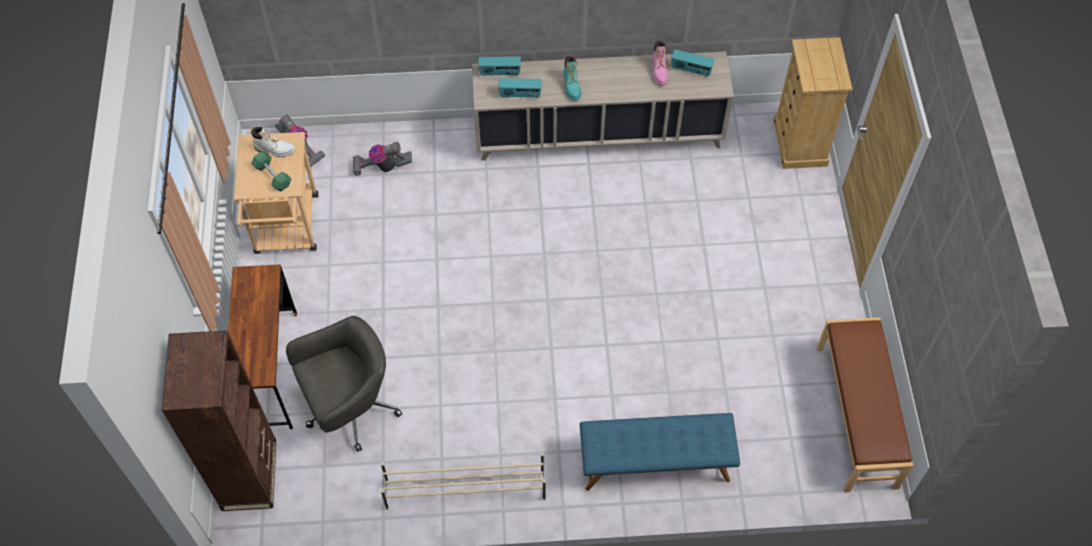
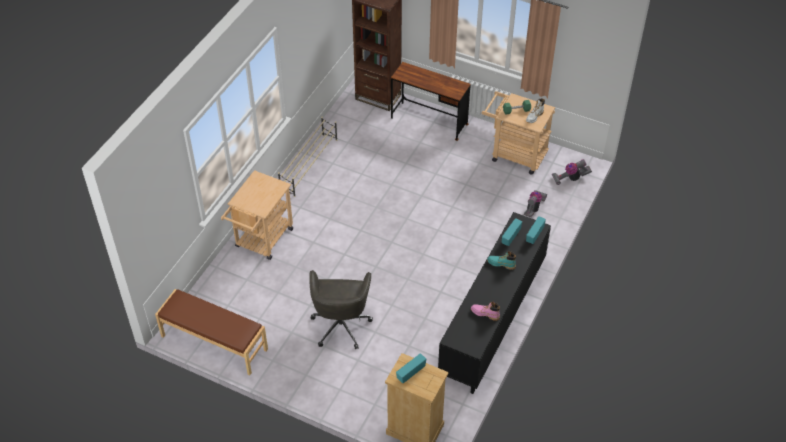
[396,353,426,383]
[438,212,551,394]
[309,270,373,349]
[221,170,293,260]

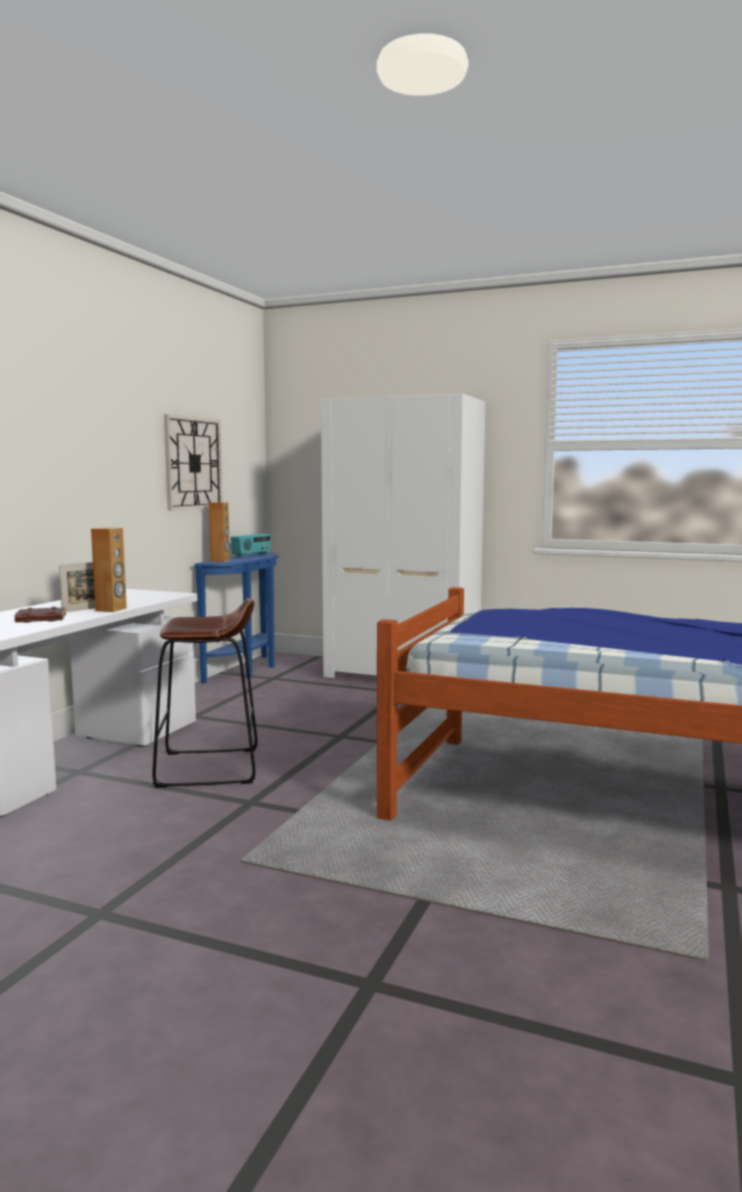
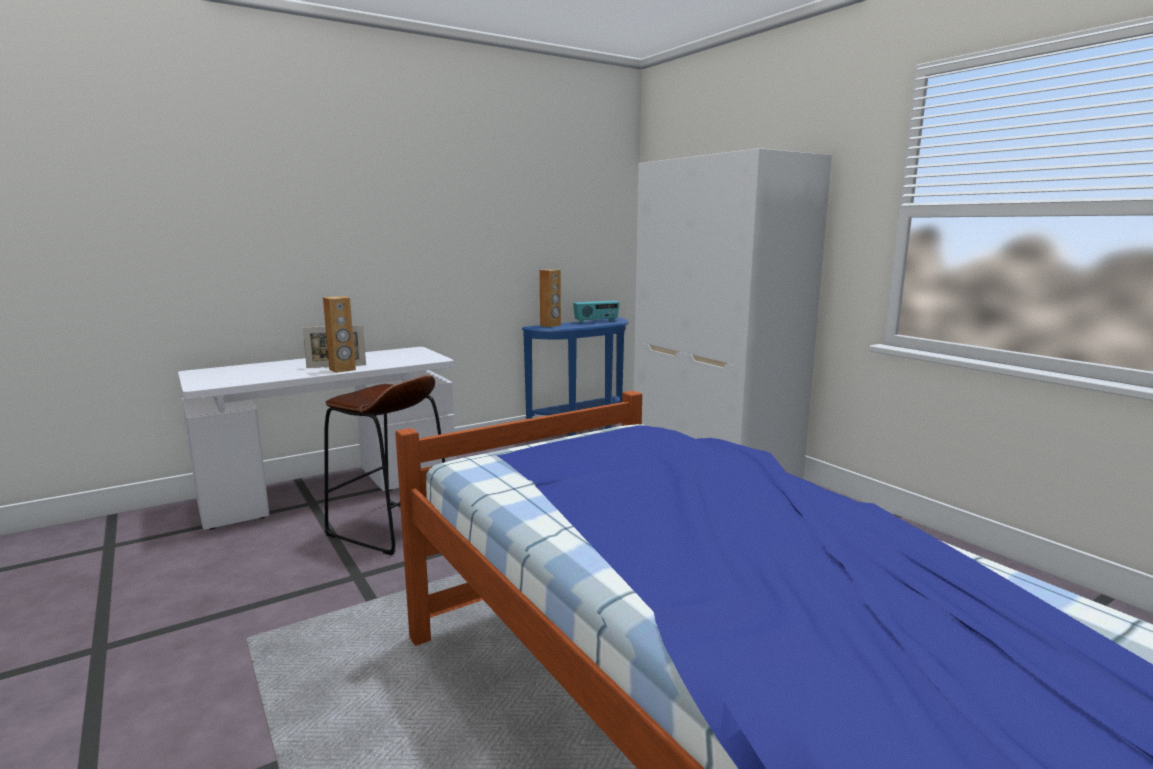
[164,414,223,511] (first image)
[15,607,66,623] (first image)

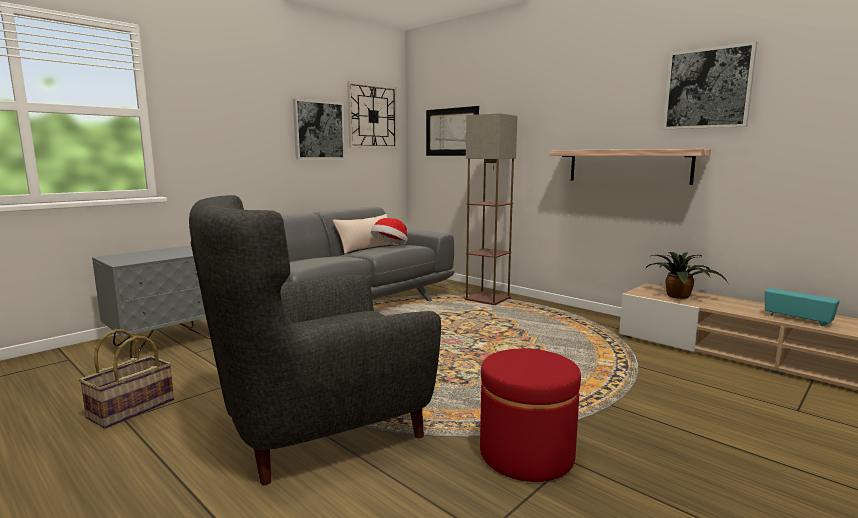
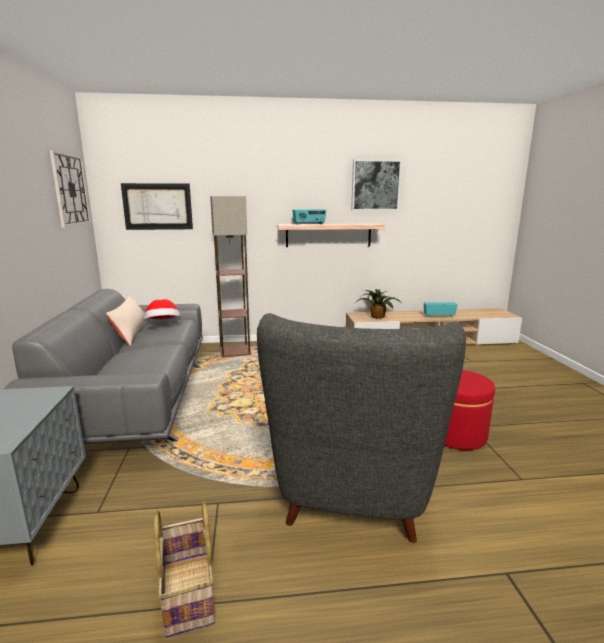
[293,99,345,159] (first image)
[292,209,326,225]

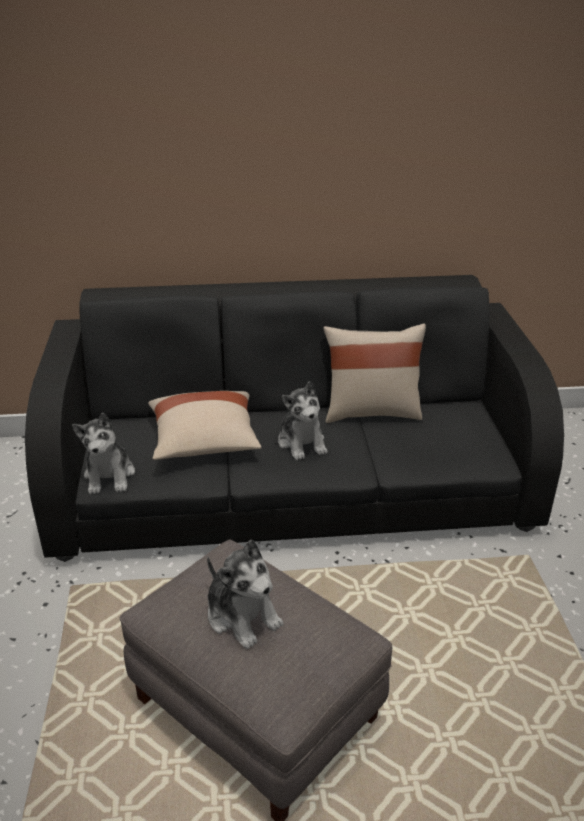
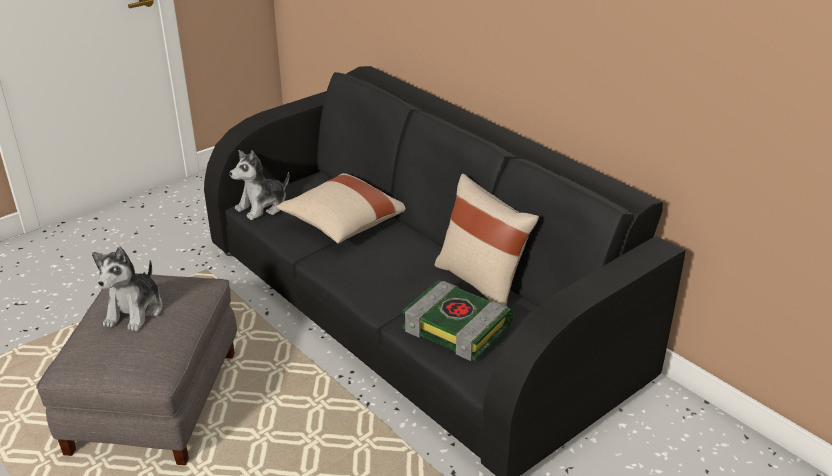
[278,381,327,460] (first image)
[403,280,514,361]

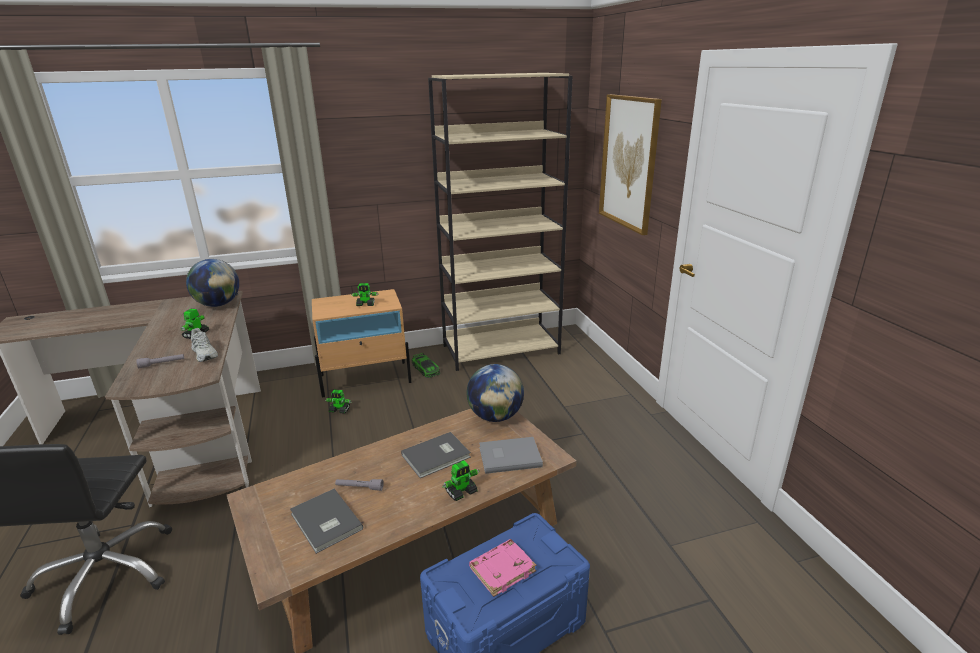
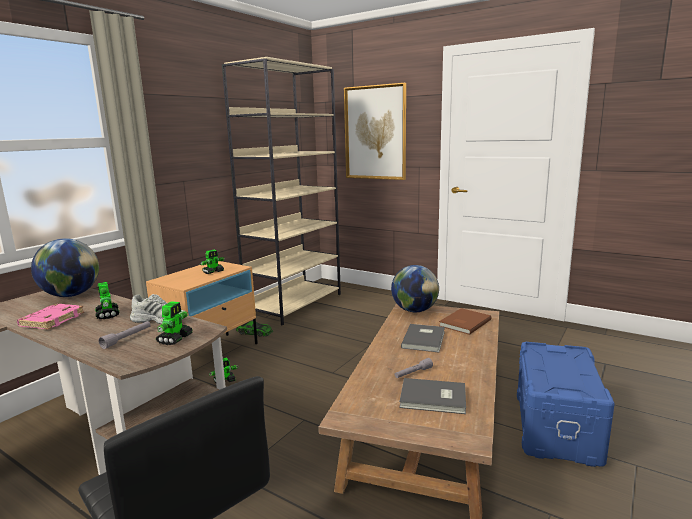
[439,308,491,335]
[156,301,193,345]
[17,304,84,329]

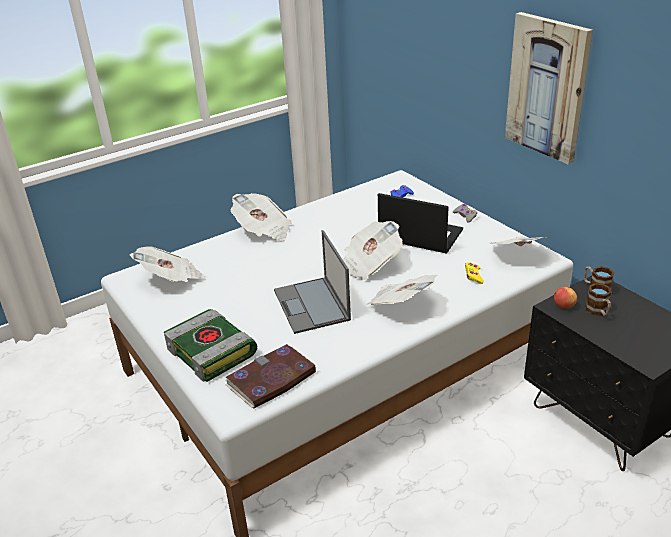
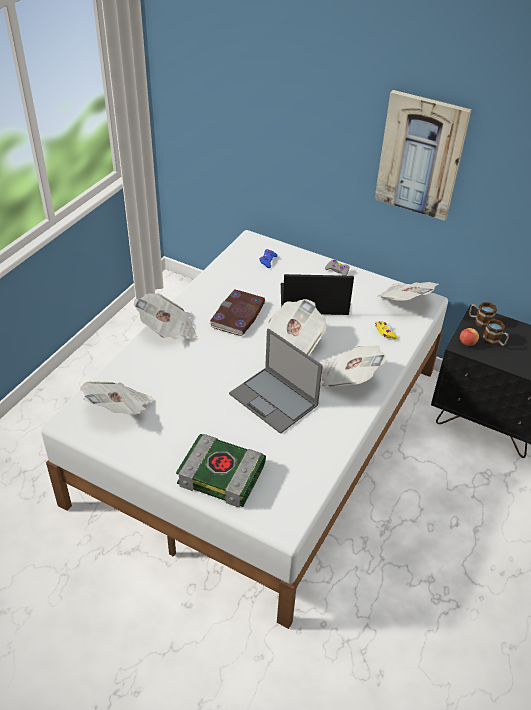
[209,289,265,336]

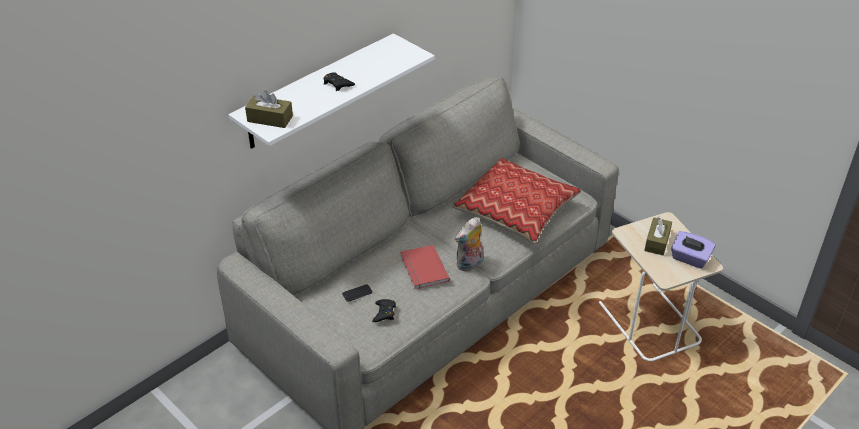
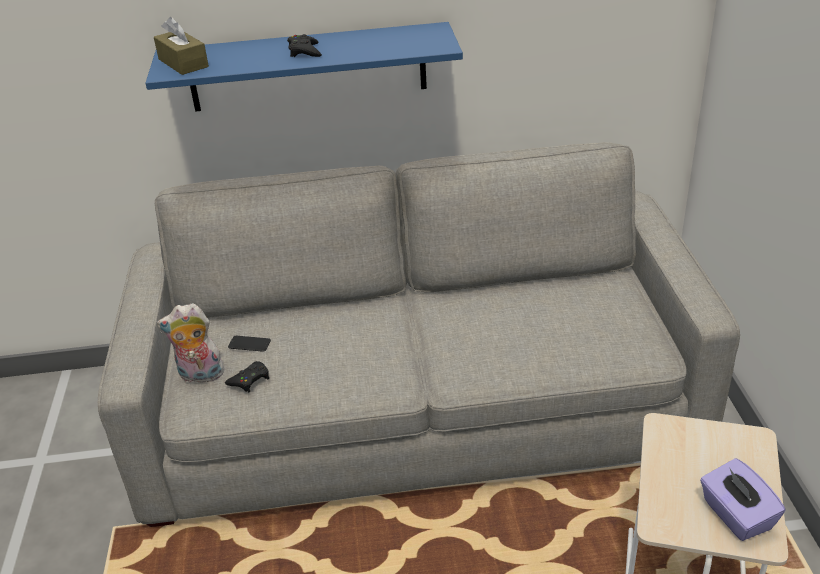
[145,22,463,112]
[452,158,582,244] (first image)
[157,303,226,383]
[644,217,672,255] (first image)
[400,245,450,289] (first image)

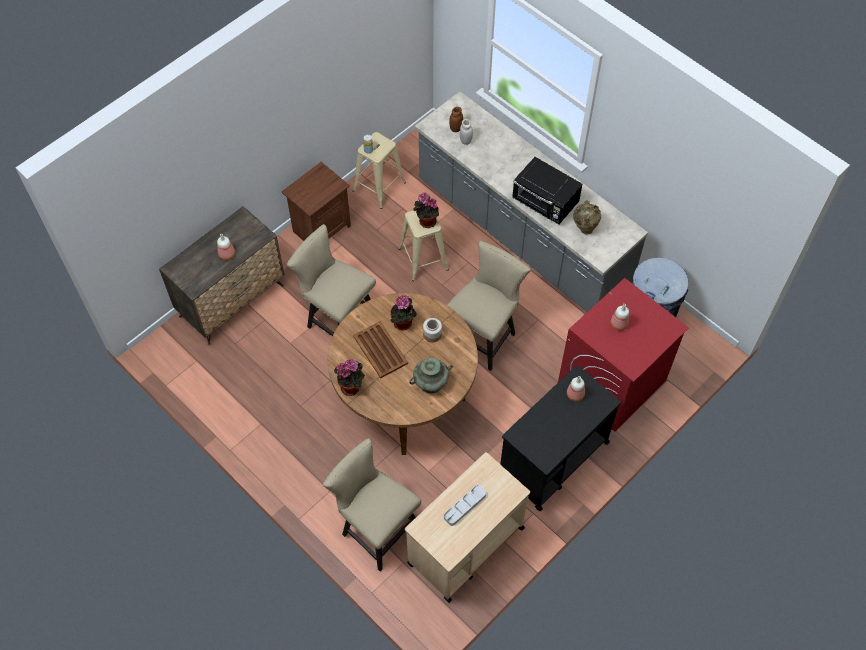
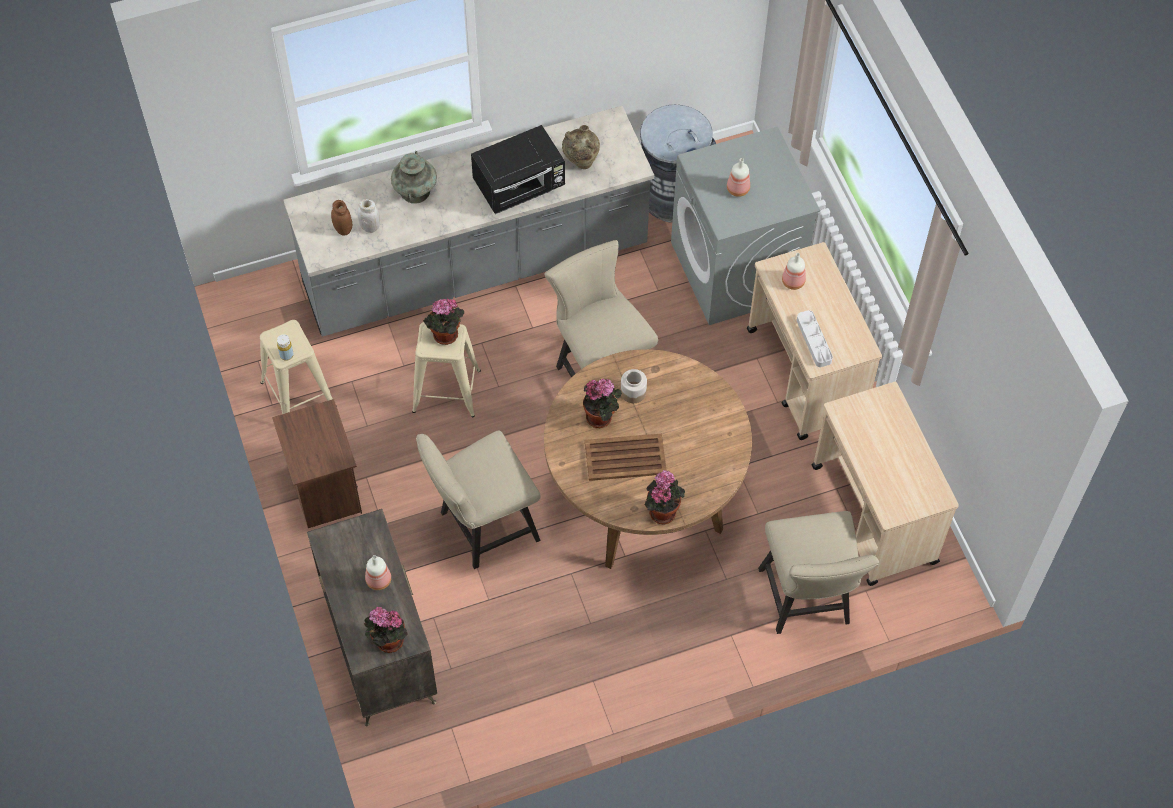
[671,127,820,325]
[391,151,437,204]
[747,242,882,440]
[758,511,879,634]
[797,310,833,367]
[364,607,408,653]

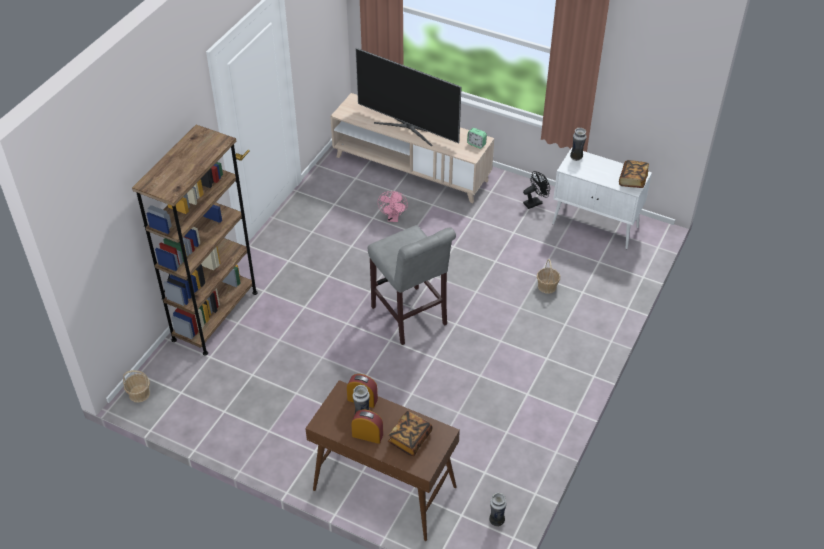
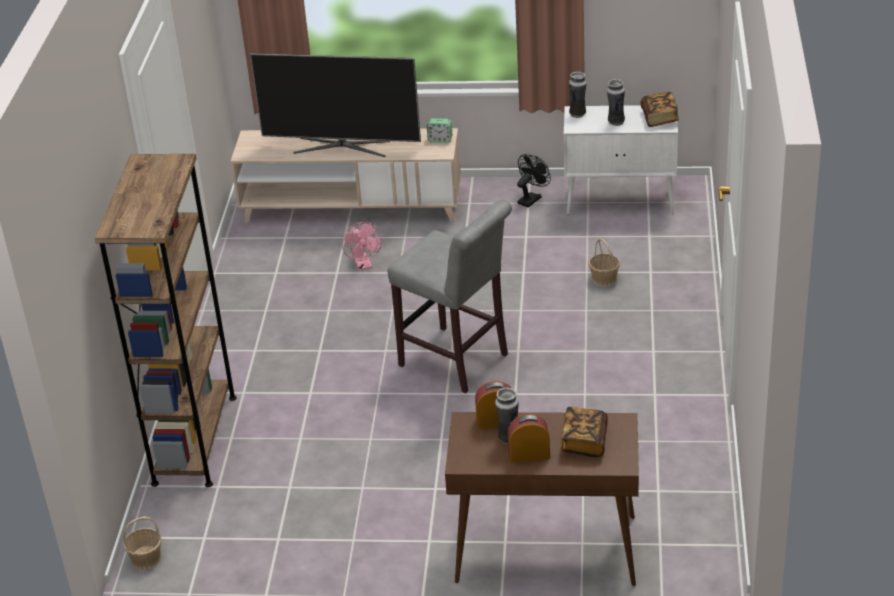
[607,79,625,126]

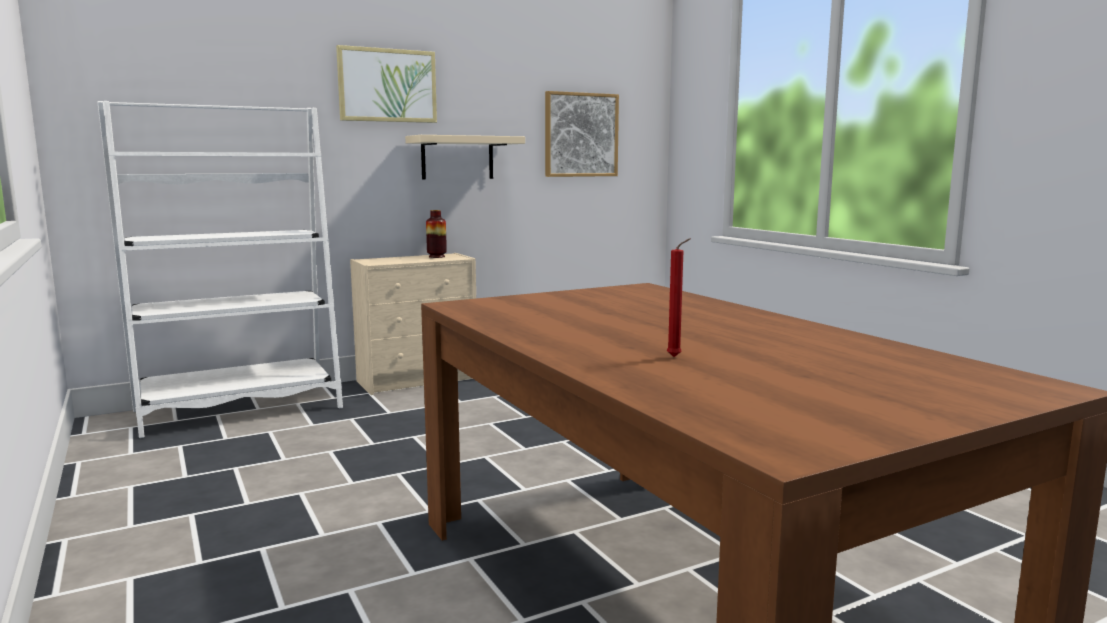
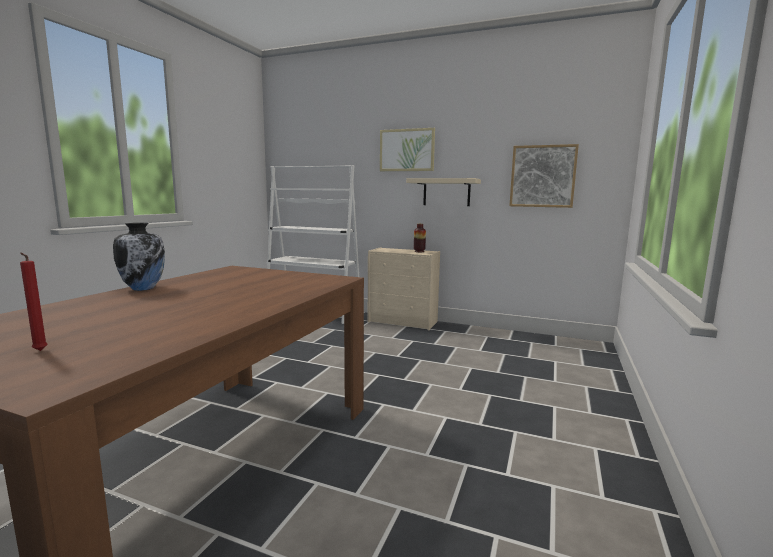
[20,252,48,351]
[113,223,165,291]

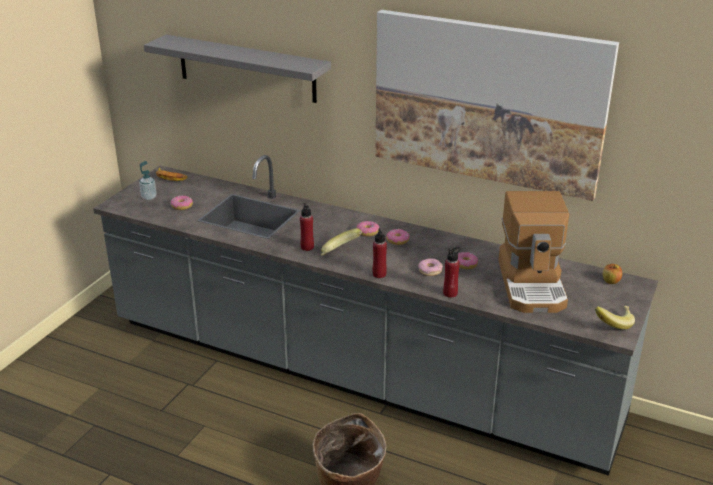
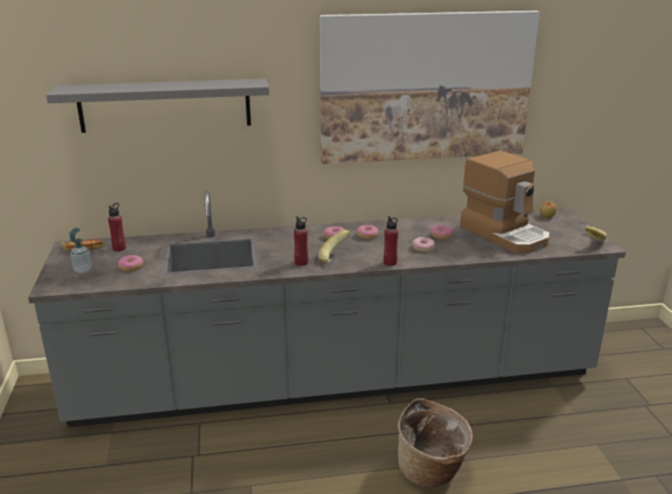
[108,203,126,252]

